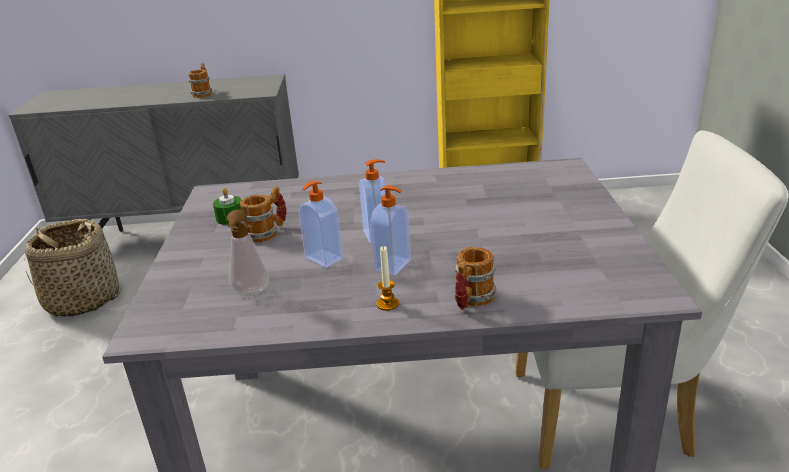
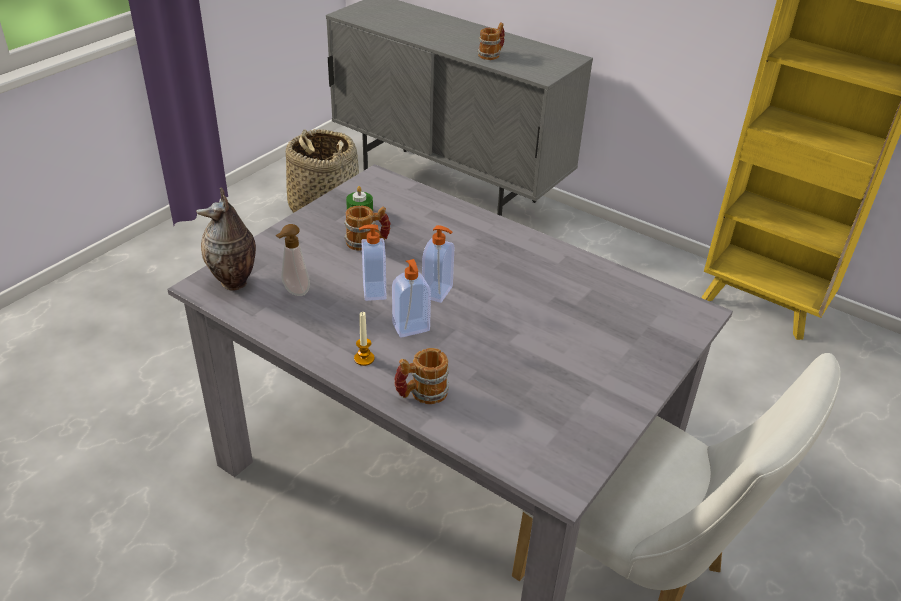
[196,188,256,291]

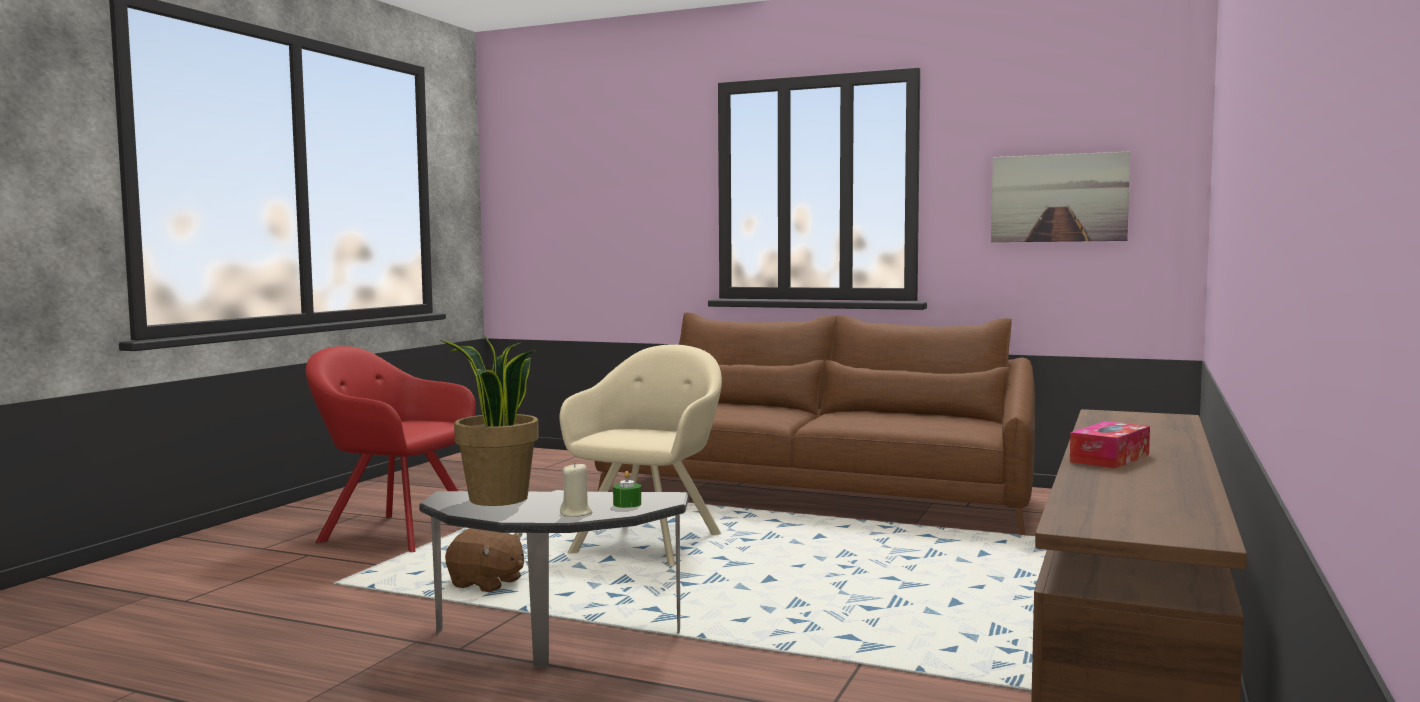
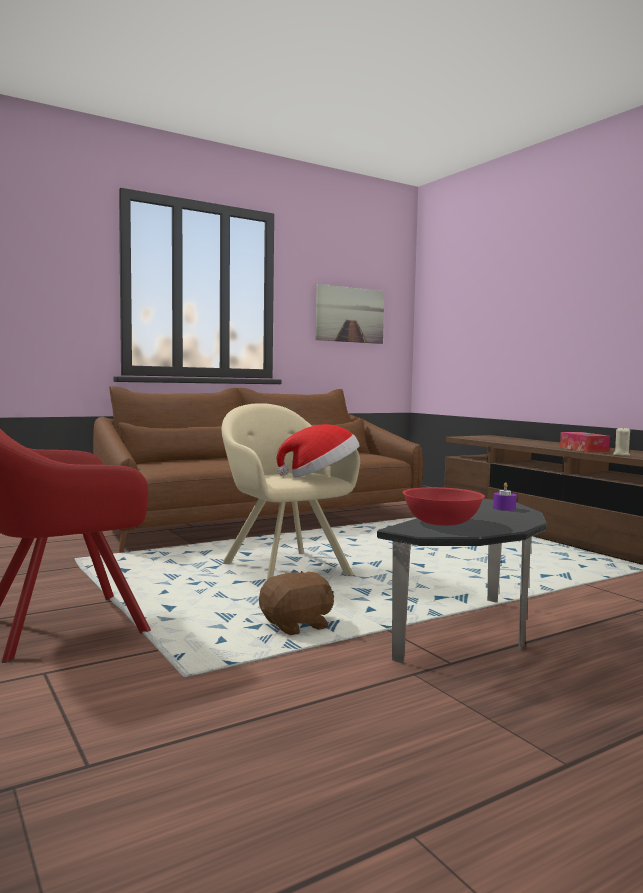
[402,487,485,526]
[613,428,630,456]
[493,482,517,511]
[276,424,359,478]

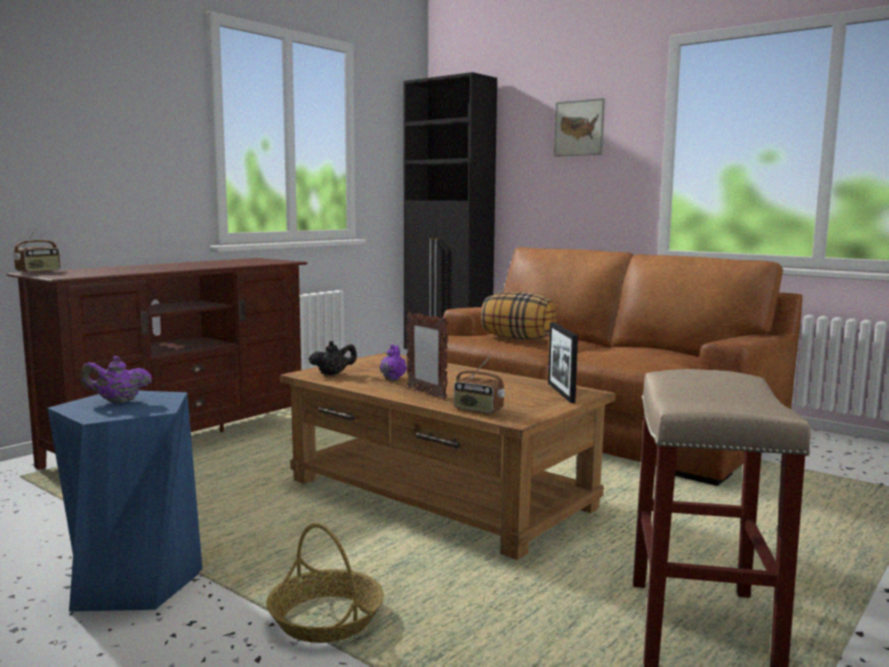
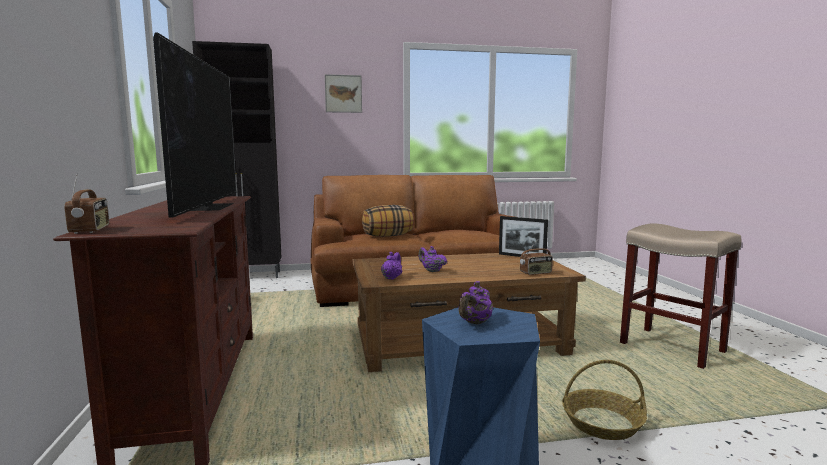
[406,312,448,400] (first image)
[381,252,402,280]
[153,32,237,218]

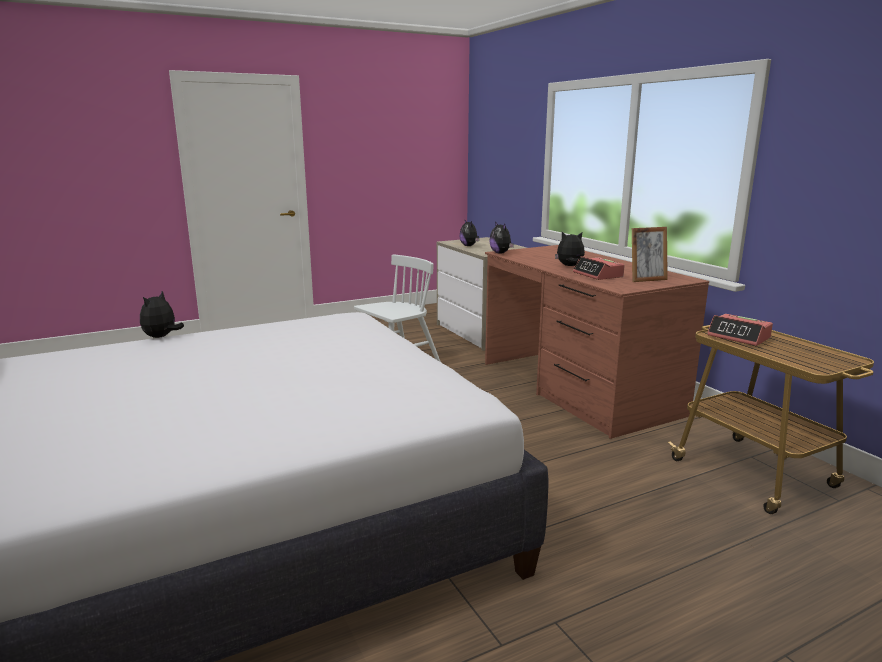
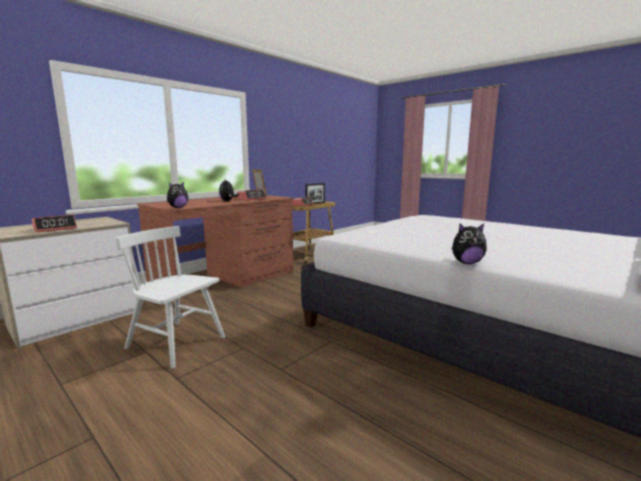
[32,215,77,232]
[305,183,325,204]

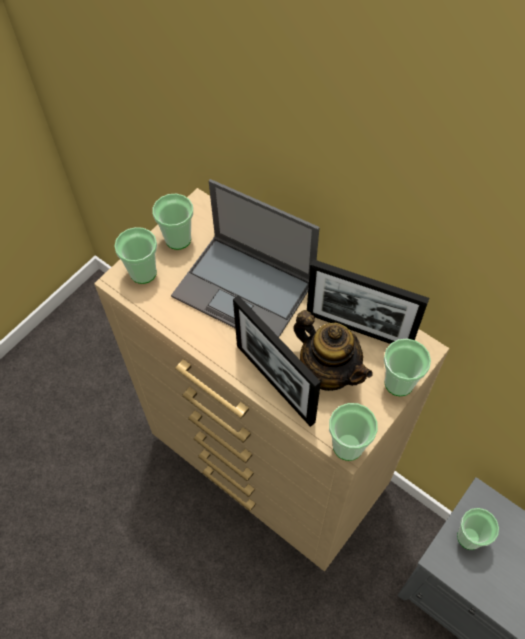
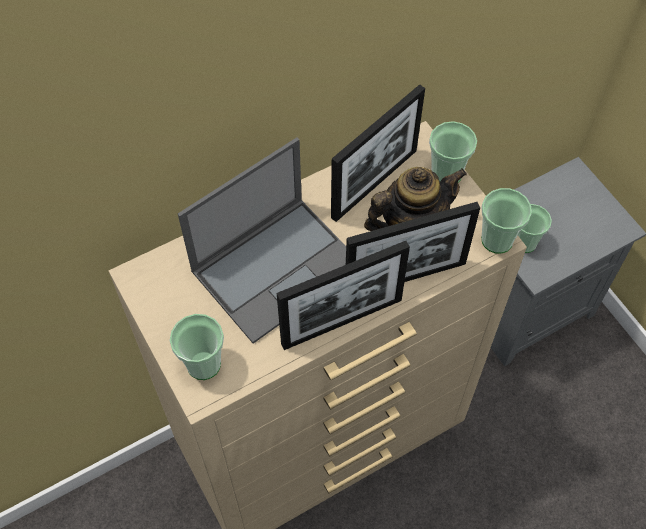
[153,194,193,250] (first image)
[277,241,410,350]

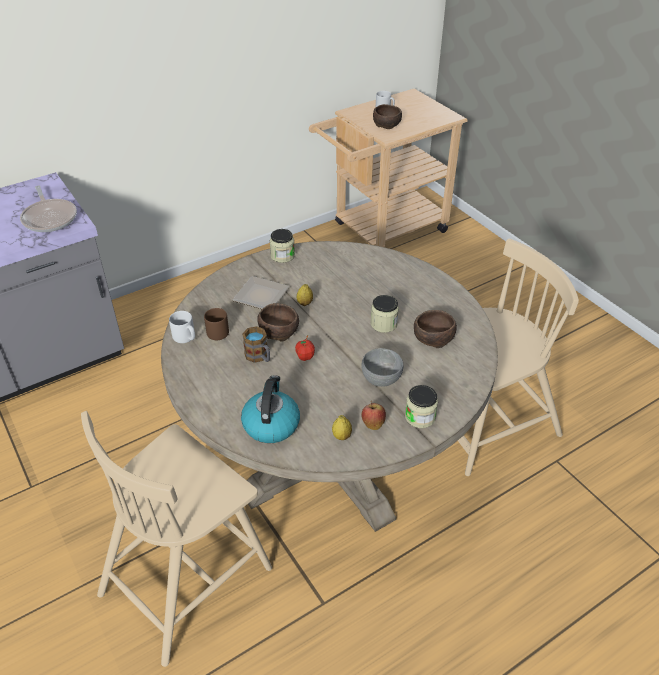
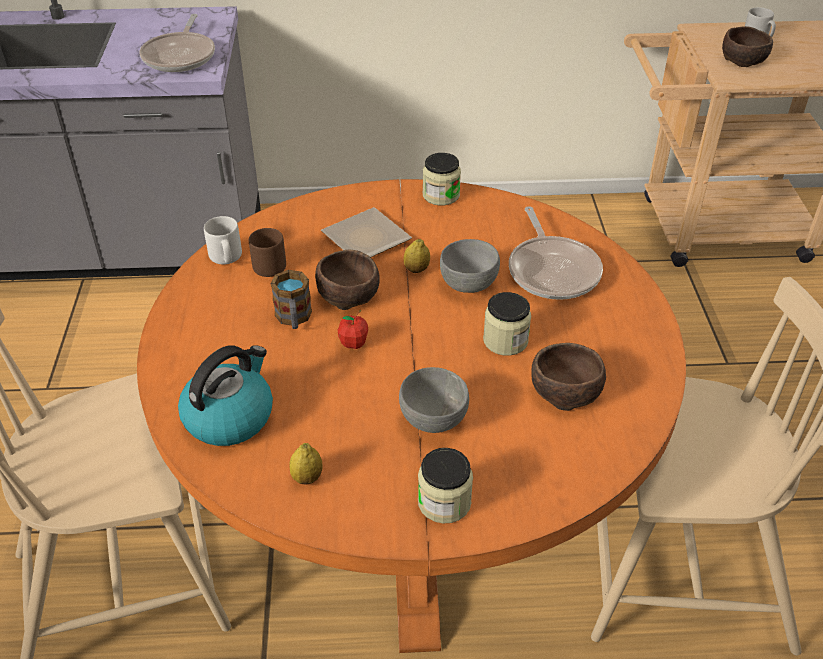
[137,179,686,653]
[361,401,386,430] (first image)
[509,206,603,300]
[440,239,500,293]

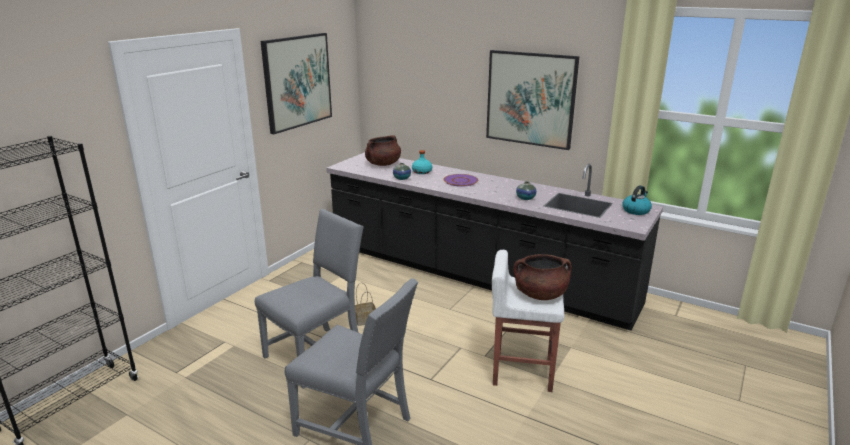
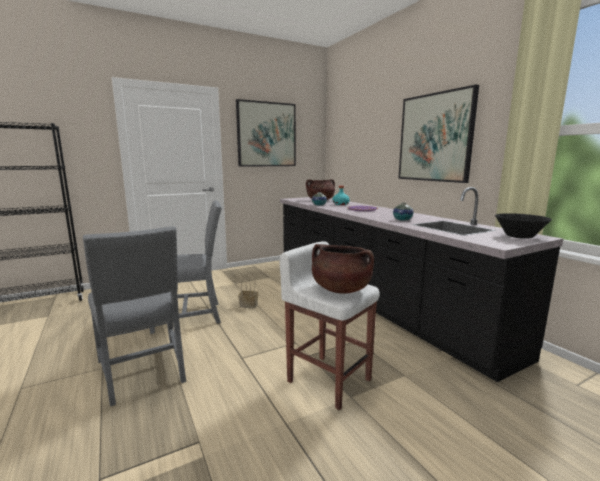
[495,213,552,239]

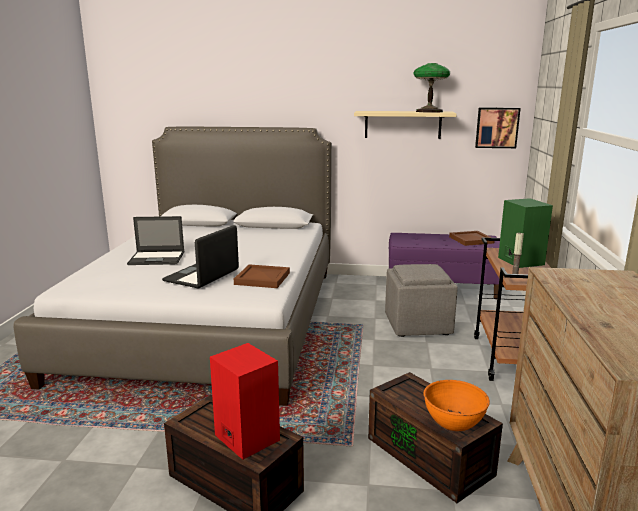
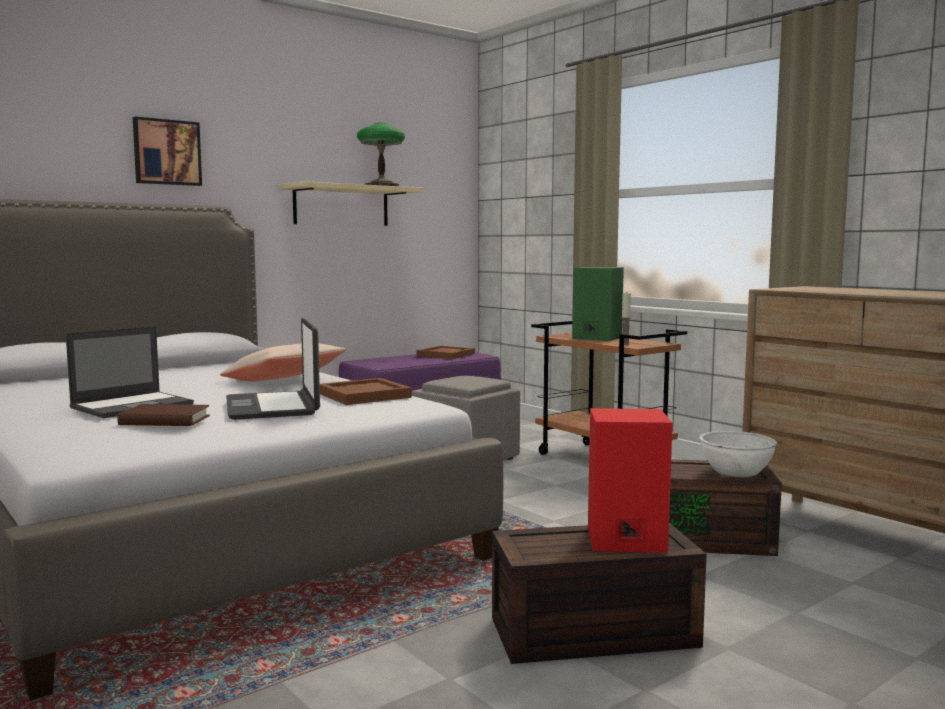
[133,117,202,186]
[700,431,777,477]
[220,343,347,381]
[117,404,210,426]

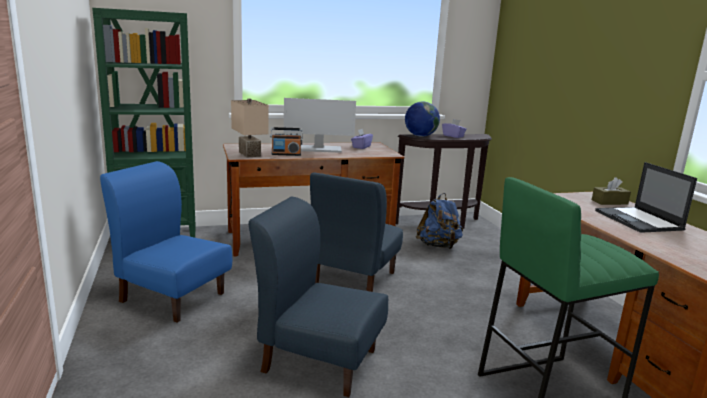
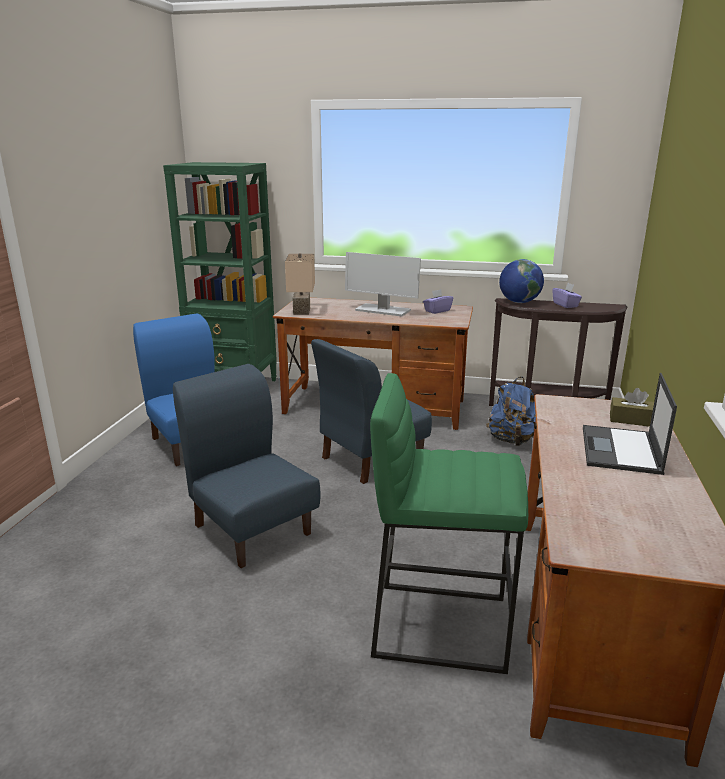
[270,127,303,156] (first image)

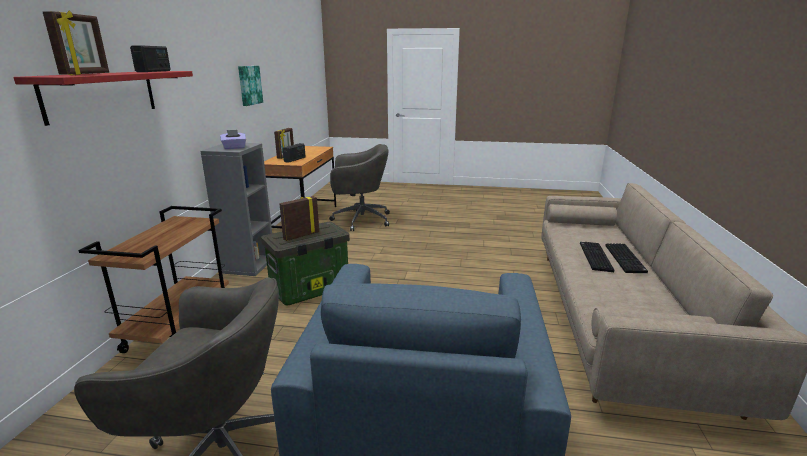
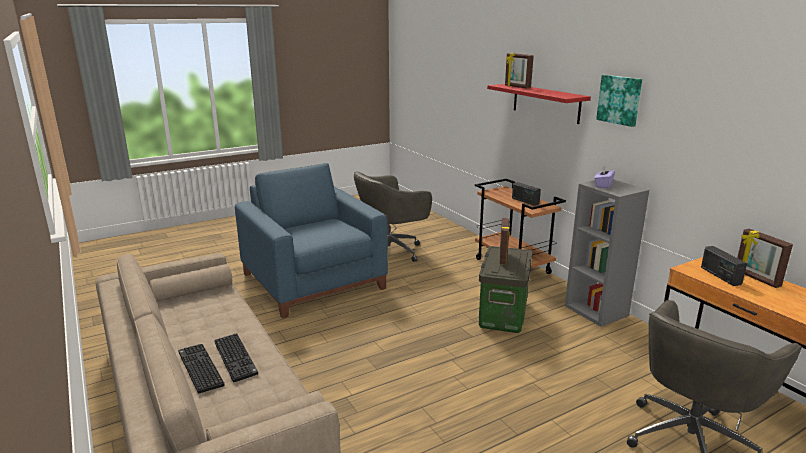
[512,182,541,206]
[596,75,642,127]

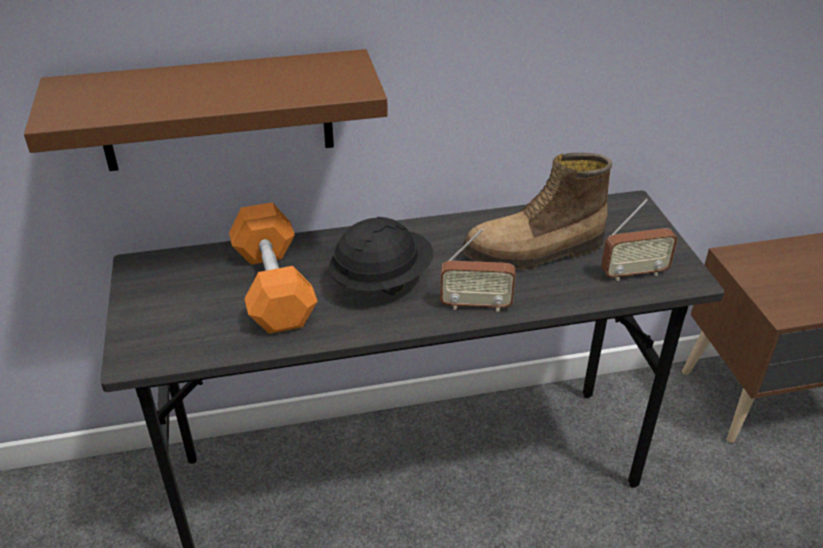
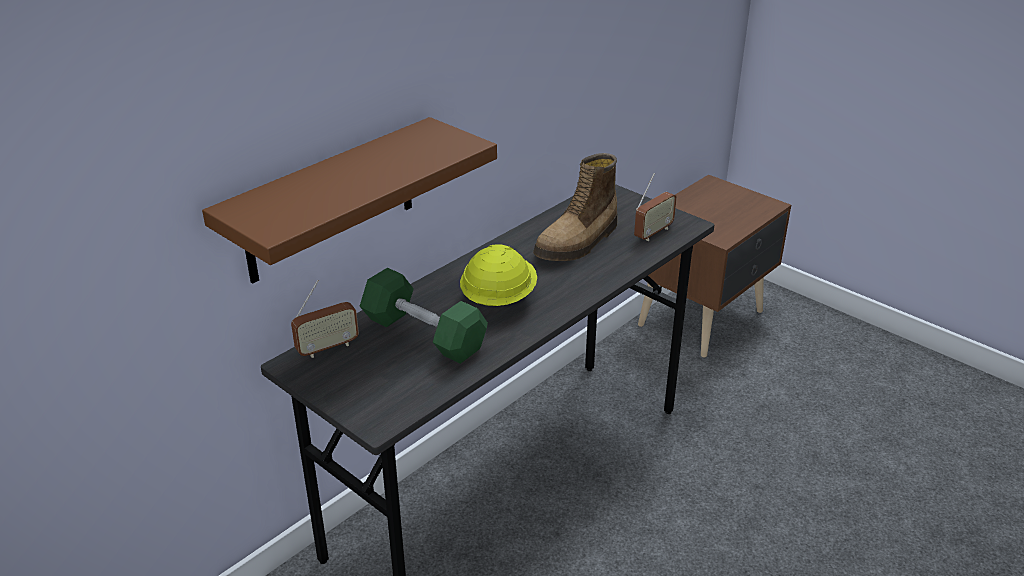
[360,268,488,364]
[460,244,537,306]
[291,280,359,358]

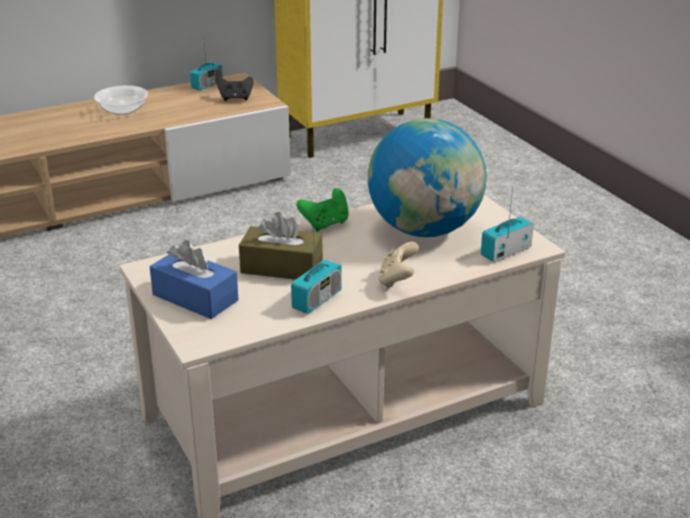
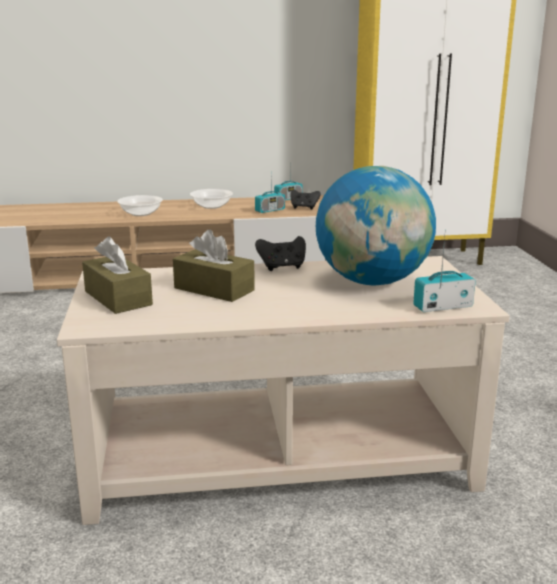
[255,236,306,271]
[255,165,285,213]
[82,236,153,314]
[378,242,419,289] (first image)
[117,195,163,216]

